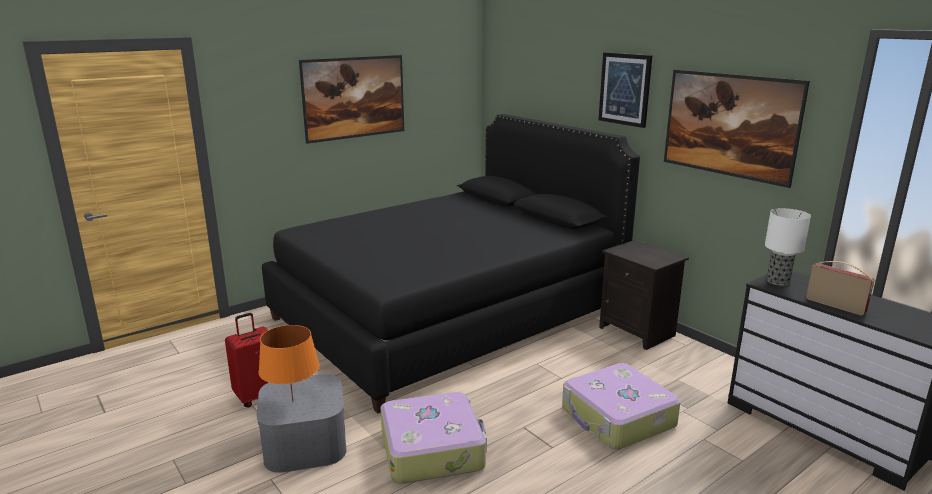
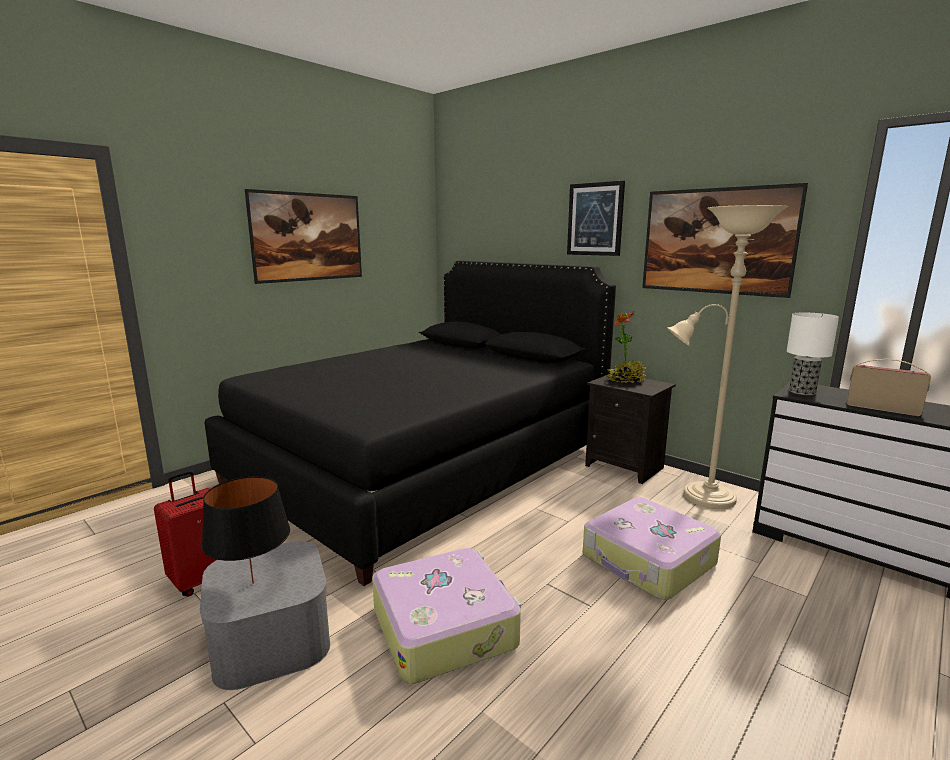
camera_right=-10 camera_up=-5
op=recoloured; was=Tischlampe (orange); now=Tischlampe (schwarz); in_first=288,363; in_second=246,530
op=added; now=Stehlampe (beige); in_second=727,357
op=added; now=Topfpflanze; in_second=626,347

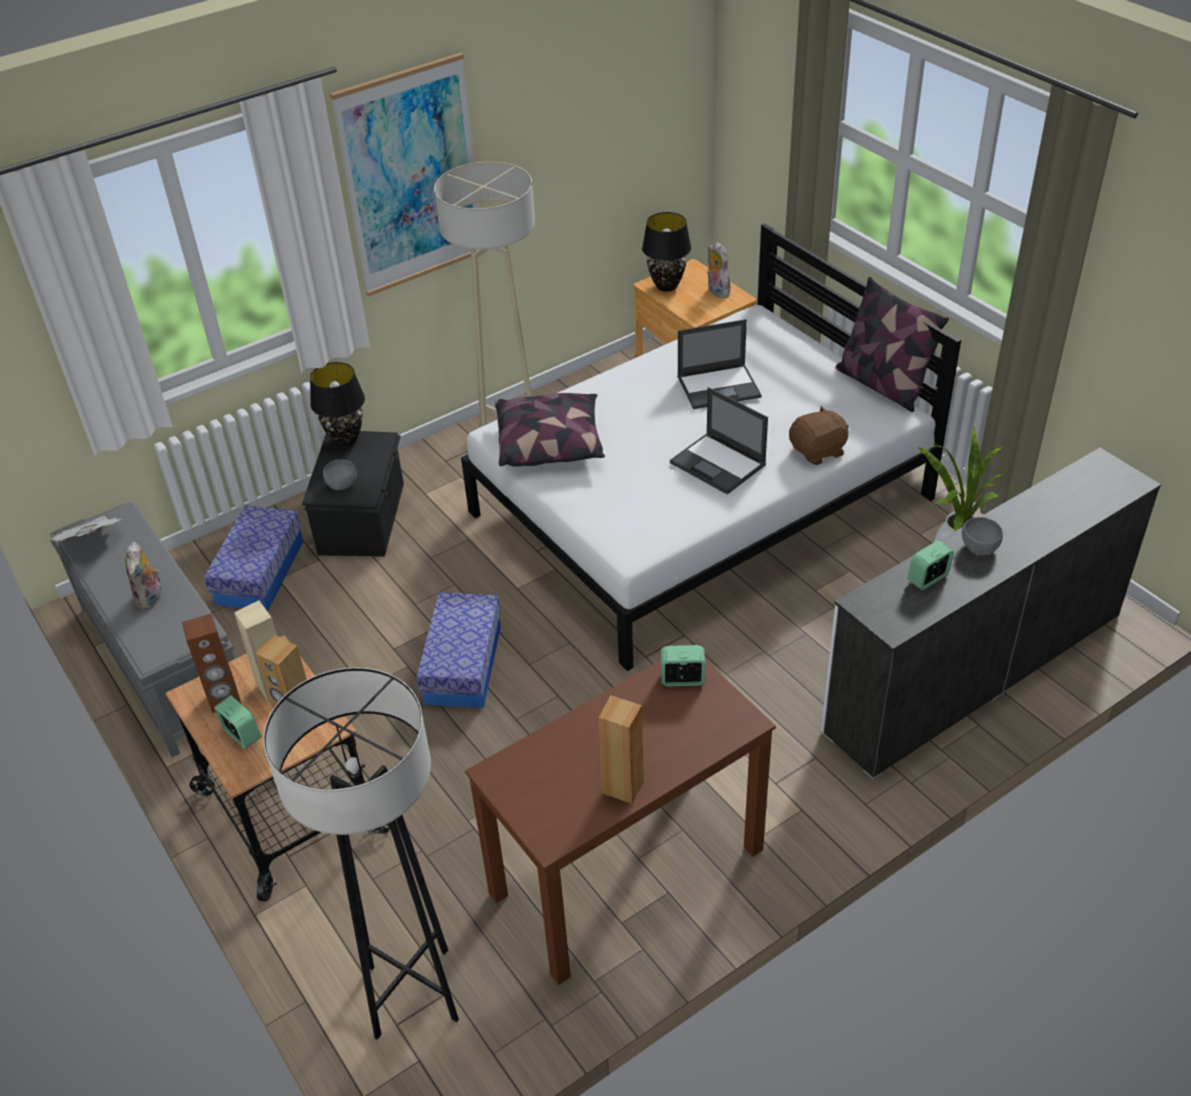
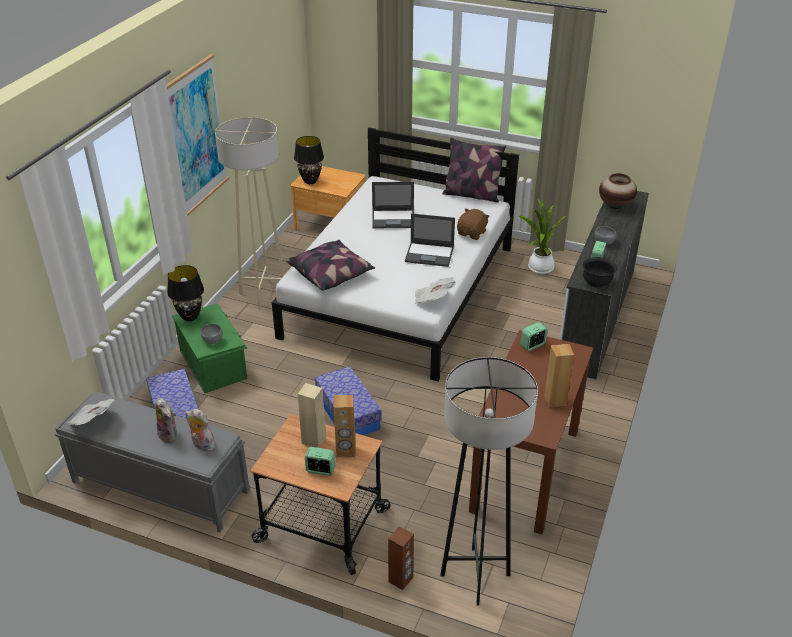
camera_right=-35 camera_up=-5
op=moved; was=Plüschtier; in_first=719,270; in_second=200,430
op=turned; was=Laptop; in_first=719,364; in_second=393,205; clockwise=45
op=recoloured; was=Aufbewahrungsbox (schwarz); now=Aufbewahrungsbox (grün); in_first=353,494; in_second=210,348
op=moved; was=Lautsprecher (braun); in_first=211,663; in_second=401,558
op=added; now=Vase; in_second=618,191
op=added; now=Schüssel (schwarz); in_second=600,272
op=added; now=Zeitung; in_second=435,290

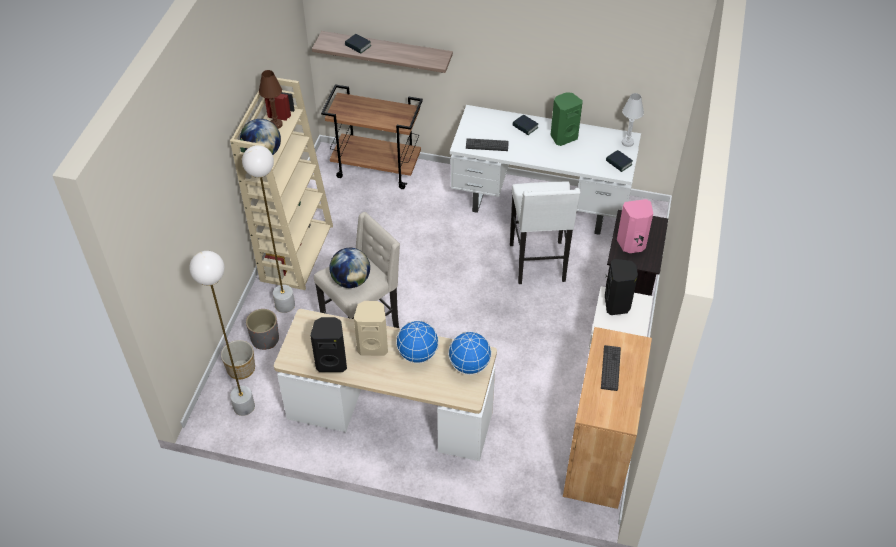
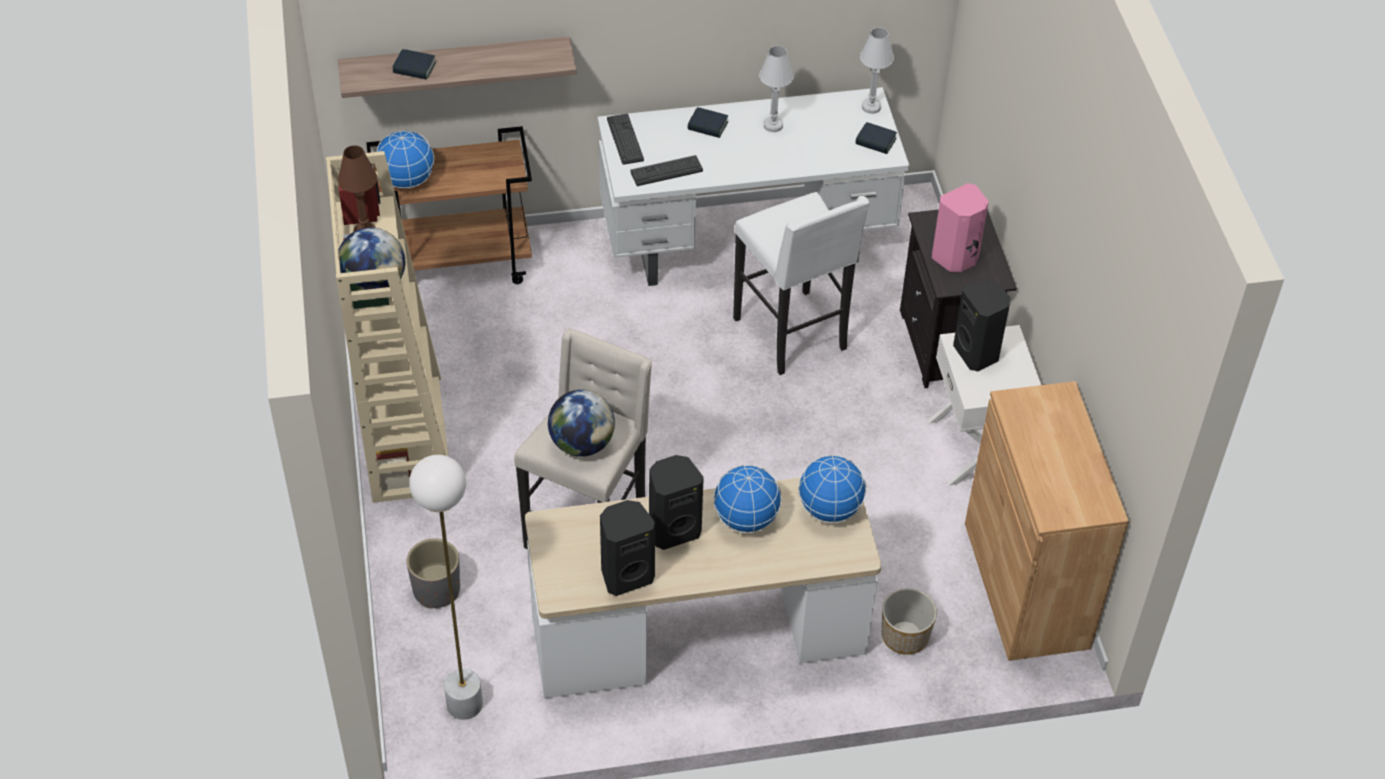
camera_right=-25 camera_up=0
op=replaced; was=Lautsprecher (grün); now=Tischlampe (weiß); in_first=566,119; in_second=776,89
op=removed; was=Stehlampe (weiß); in_first=268,229
op=recoloured; was=Lautsprecher (beige); now=Lautsprecher (schwarz); in_first=371,328; in_second=676,502
op=moved; was=Pflanzkübel; in_first=238,360; in_second=909,621
op=moved; was=Tastatur; in_first=611,368; in_second=625,139
op=added; now=Globus; in_second=405,159

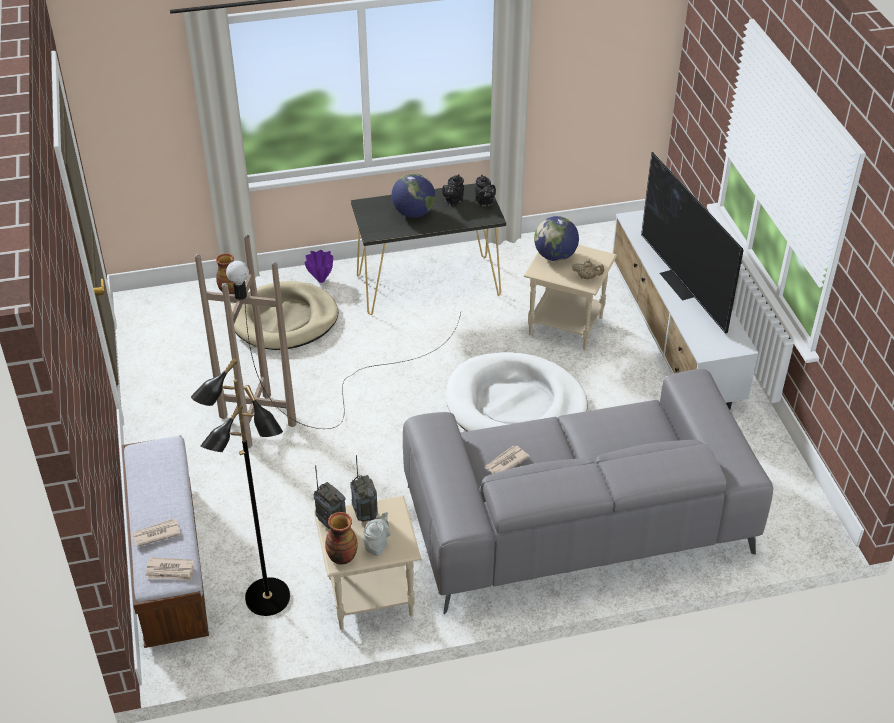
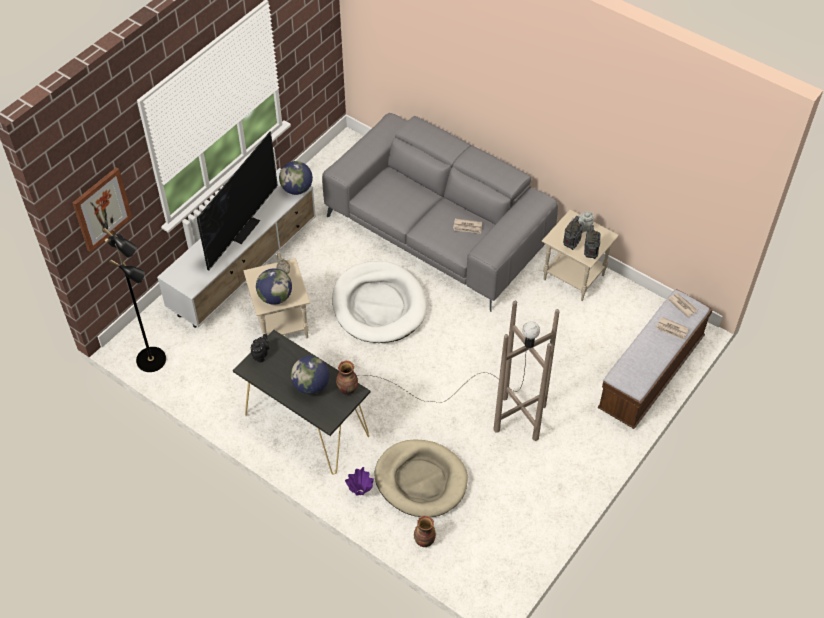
camera_right=-130 camera_up=10
op=removed; was=Teekanne (schwarz); in_first=453,190
op=moved; was=Stehlampe (schwarz); in_first=240,487; in_second=134,300
op=moved; was=Vase; in_first=341,538; in_second=347,378
op=added; now=Globus; in_second=296,178
op=added; now=Bild; in_second=102,209

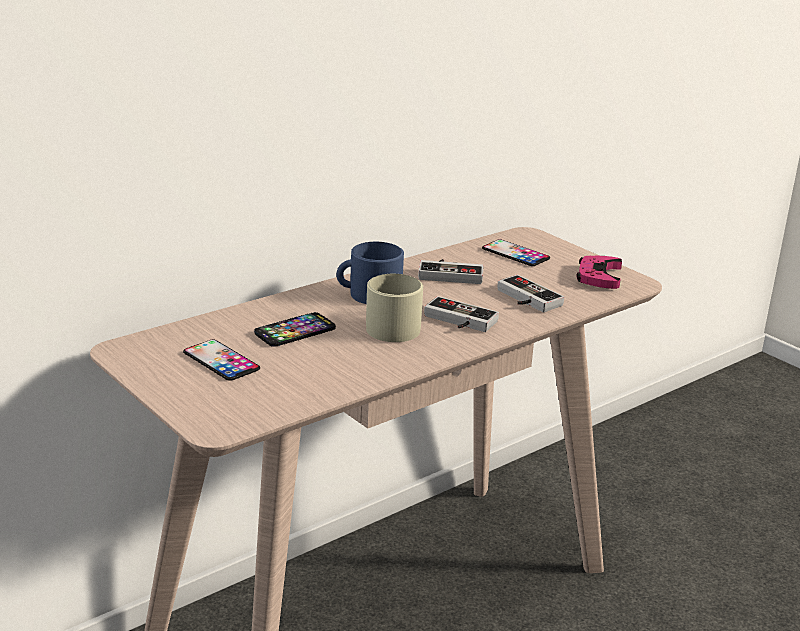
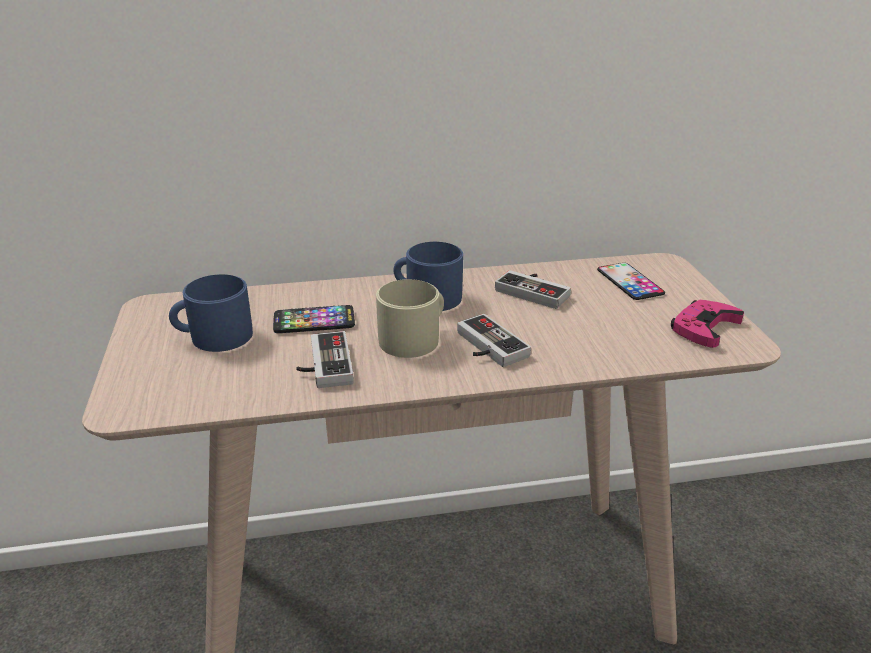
camera_right=30 camera_up=5
op=moved; was=Gamepad; in_first=530,293; in_second=325,359
op=replaced; was=Handy; now=Henkelbecher (blau); in_first=221,360; in_second=211,313

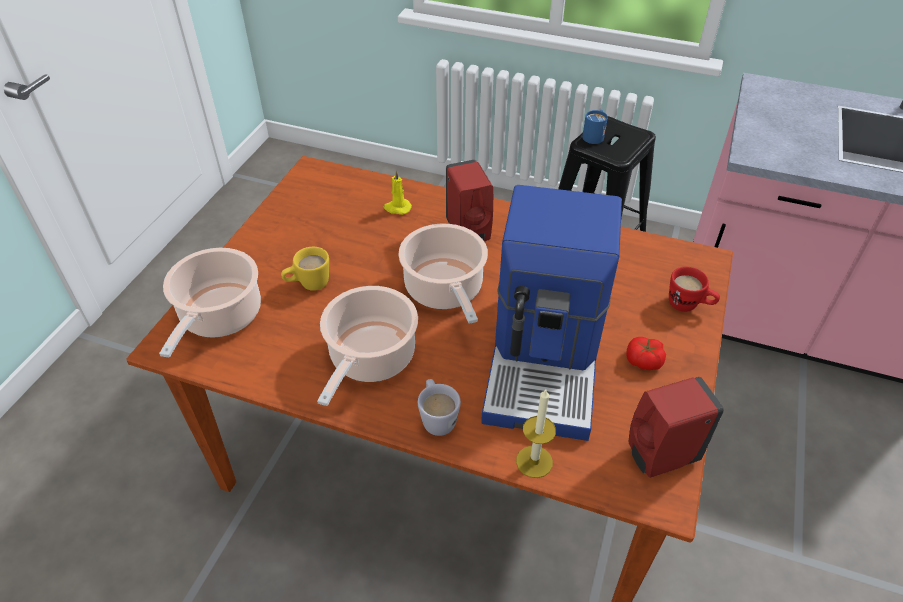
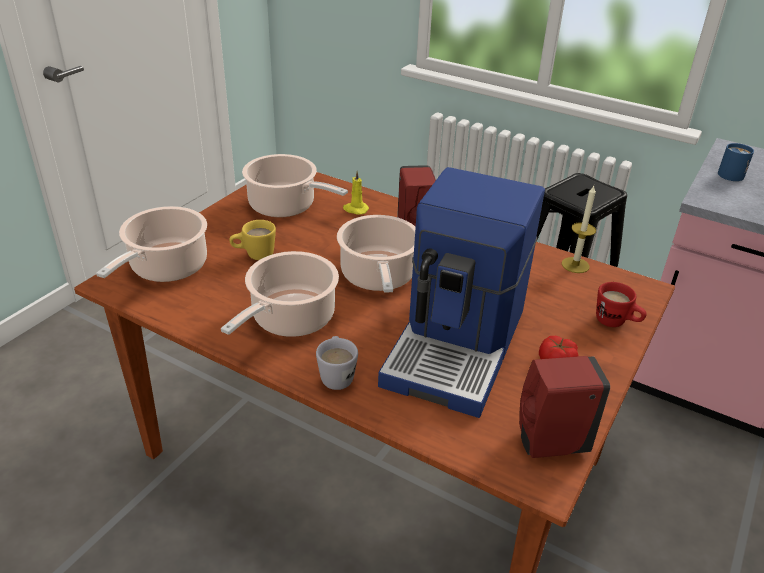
camera_right=10 camera_up=-10
op=moved; was=Henkelbecher (blau); in_first=595,127; in_second=736,162
op=moved; was=Kerze; in_first=536,433; in_second=579,229
op=added; now=Kochtopf; in_second=295,185

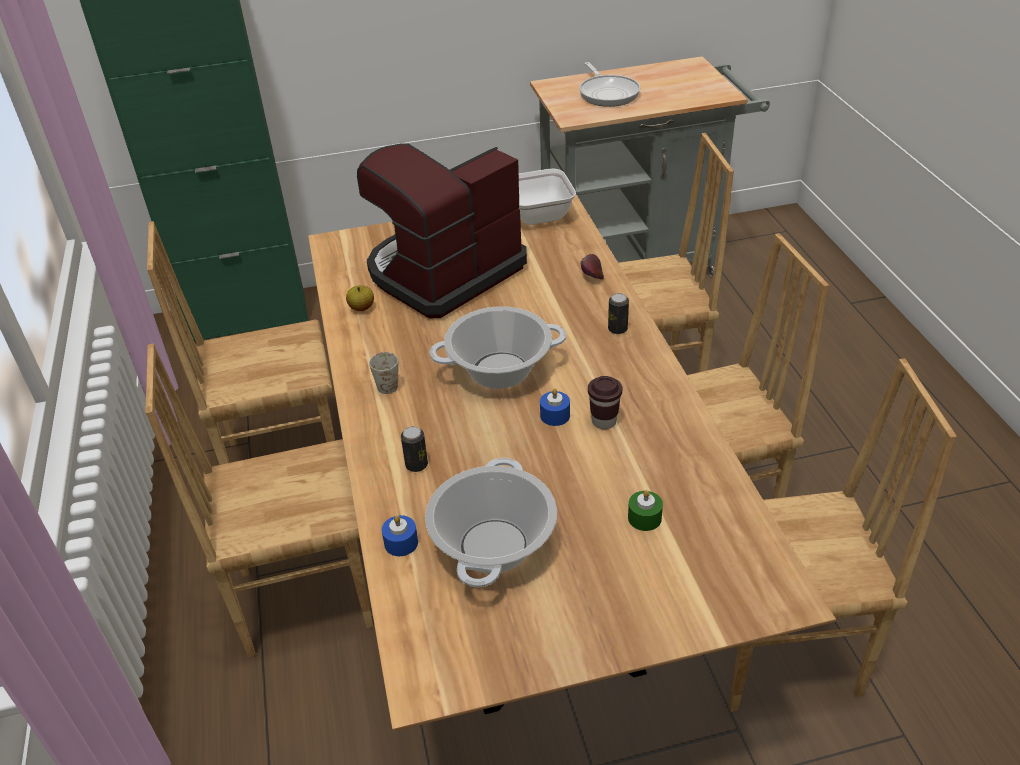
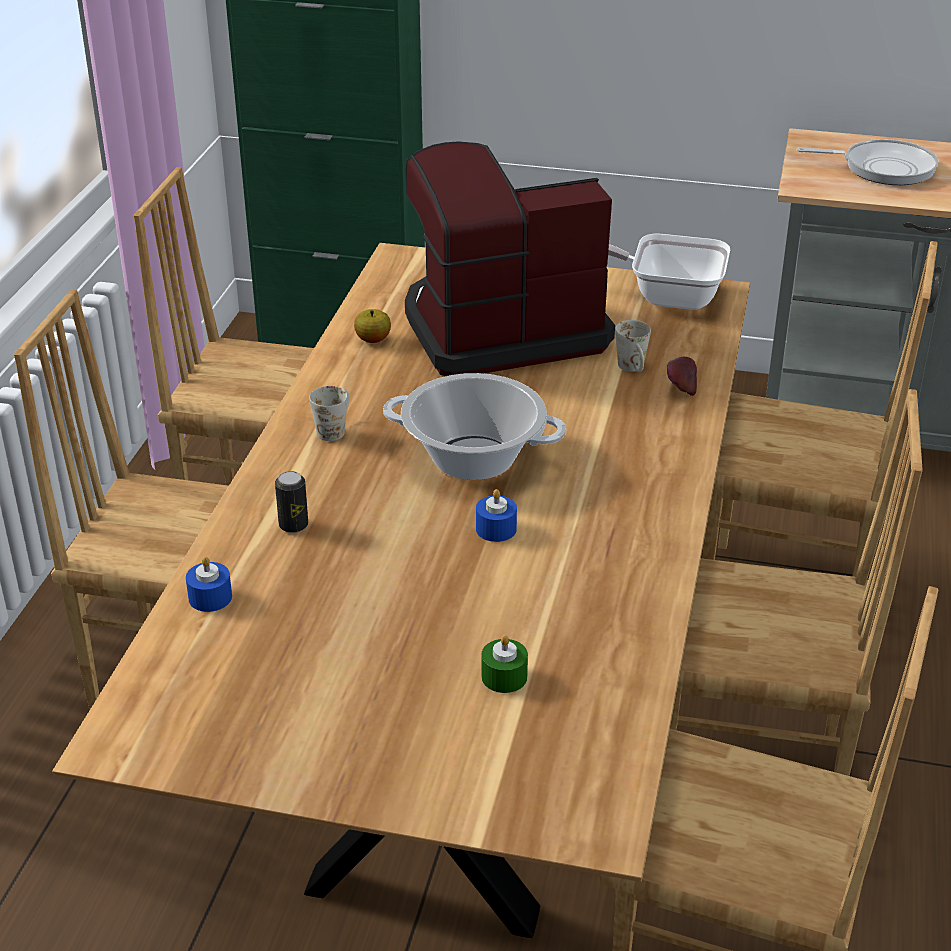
camera_right=25 camera_up=-5
op=turned; was=Pfanne; in_first=609,84; in_second=867,162; clockwise=-90
op=removed; was=Dose; in_first=618,313
op=removed; was=Tasse (braun); in_first=605,402
op=removed; was=Kochtopf; in_first=491,522
op=added; now=Henkelbecher (weiß); in_second=633,346

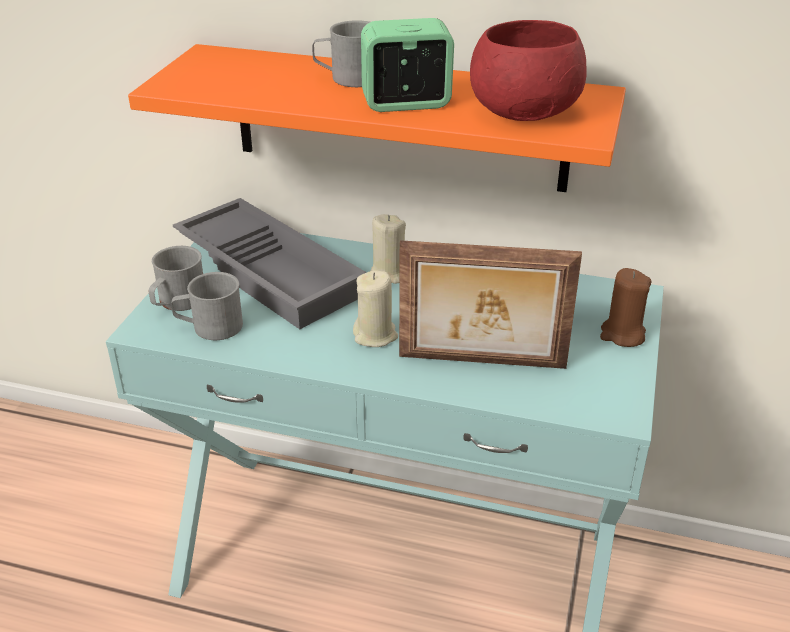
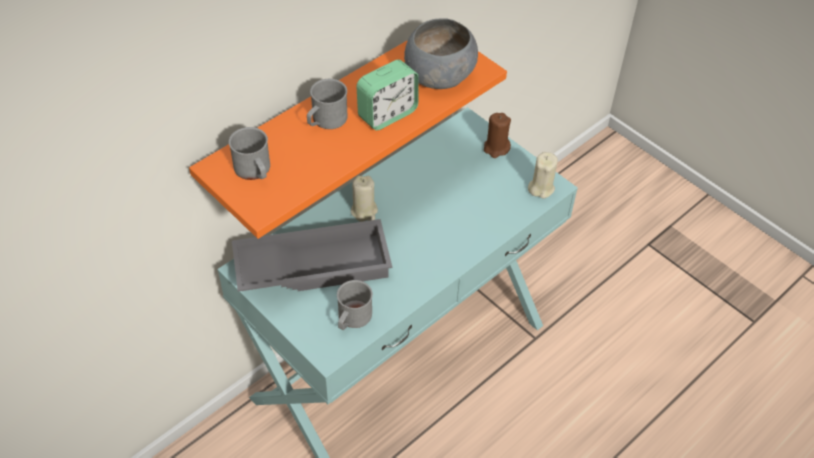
camera_right=-60 camera_up=15
op=turned; was=Wecker; in_first=407,65; in_second=387,95; clockwise=-150
op=recoloured; was=Schüssel (rot); now=Schüssel (grau); in_first=528,70; in_second=441,53
op=removed; was=Bilderrahmen; in_first=490,304
op=moved; was=Henkelbecher (grau); in_first=176,278; in_second=249,153
op=moved; was=Kerze (beige); in_first=375,308; in_second=543,175

